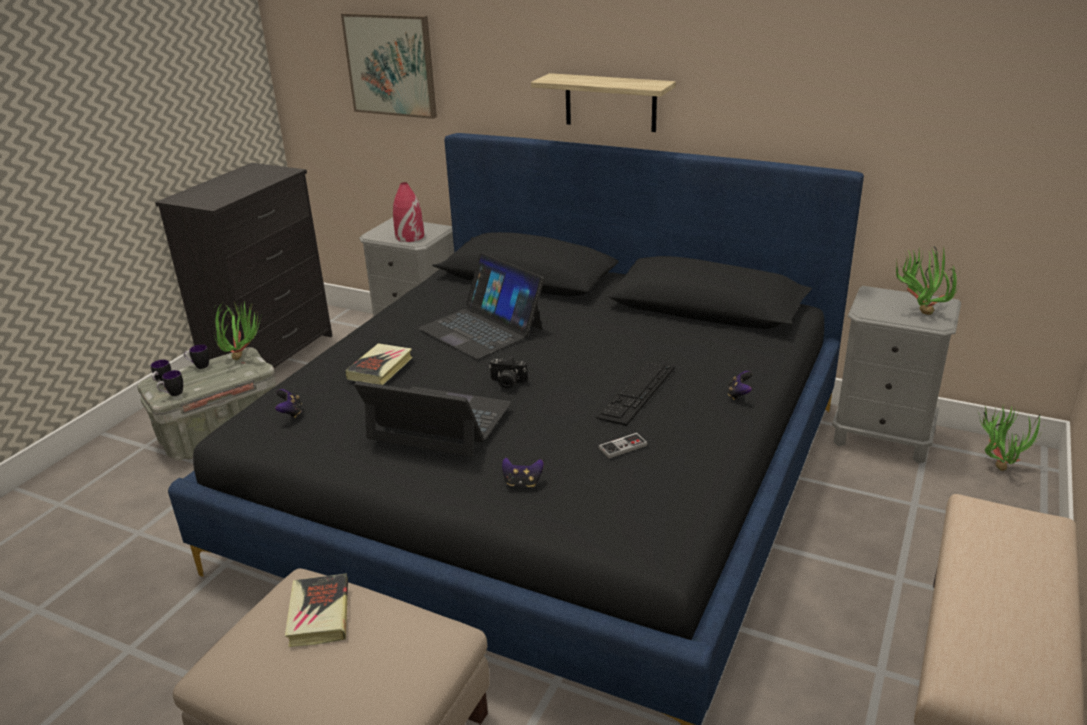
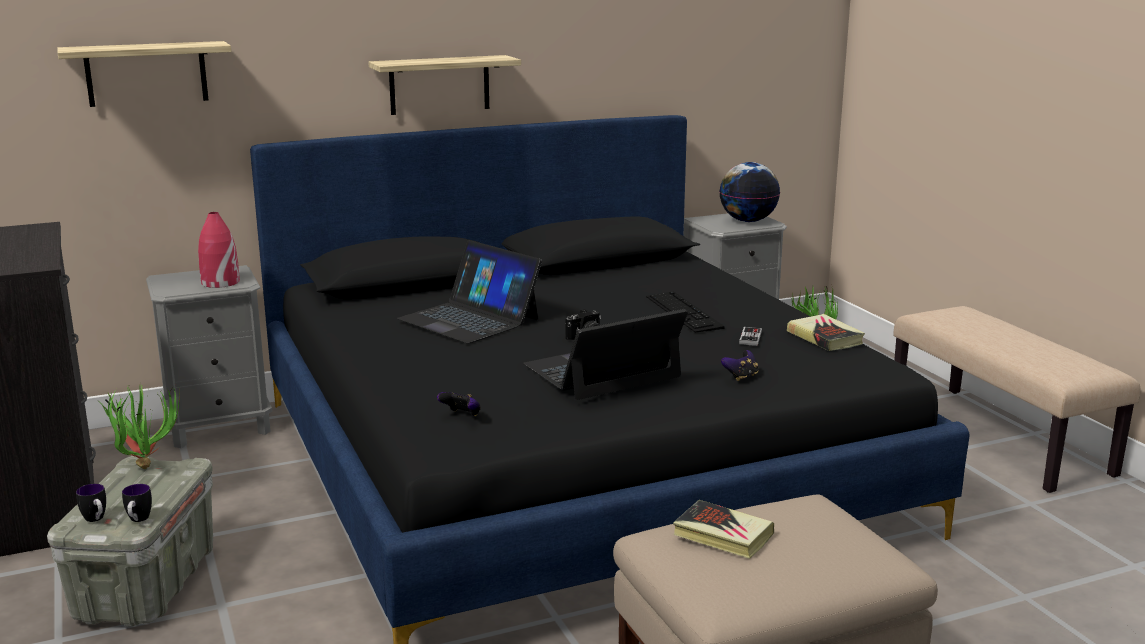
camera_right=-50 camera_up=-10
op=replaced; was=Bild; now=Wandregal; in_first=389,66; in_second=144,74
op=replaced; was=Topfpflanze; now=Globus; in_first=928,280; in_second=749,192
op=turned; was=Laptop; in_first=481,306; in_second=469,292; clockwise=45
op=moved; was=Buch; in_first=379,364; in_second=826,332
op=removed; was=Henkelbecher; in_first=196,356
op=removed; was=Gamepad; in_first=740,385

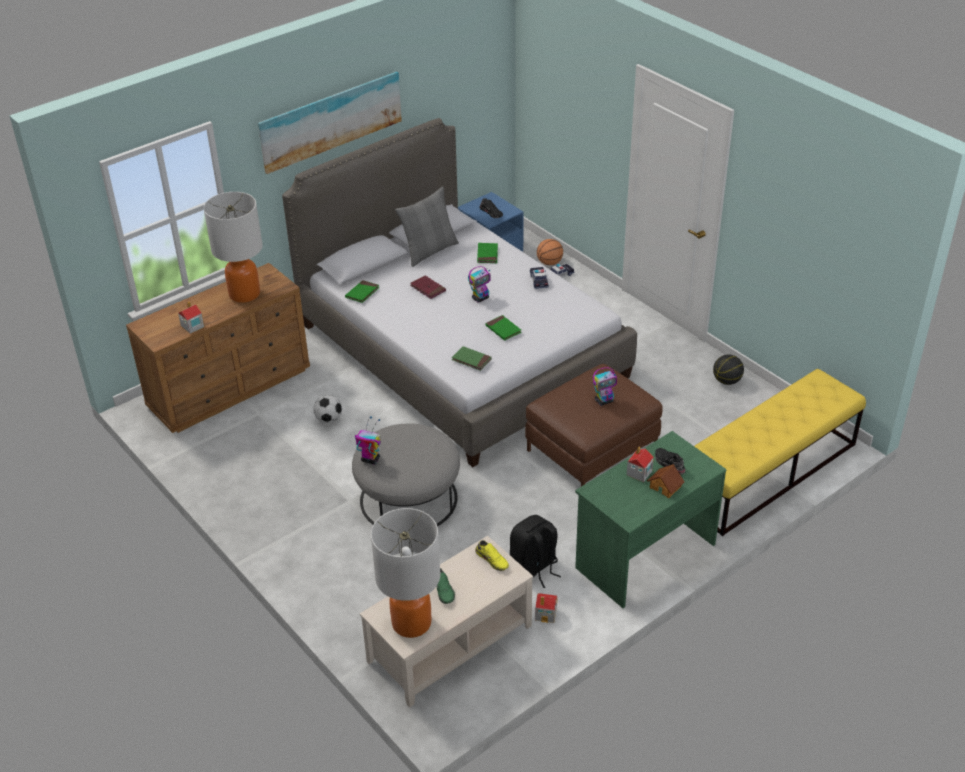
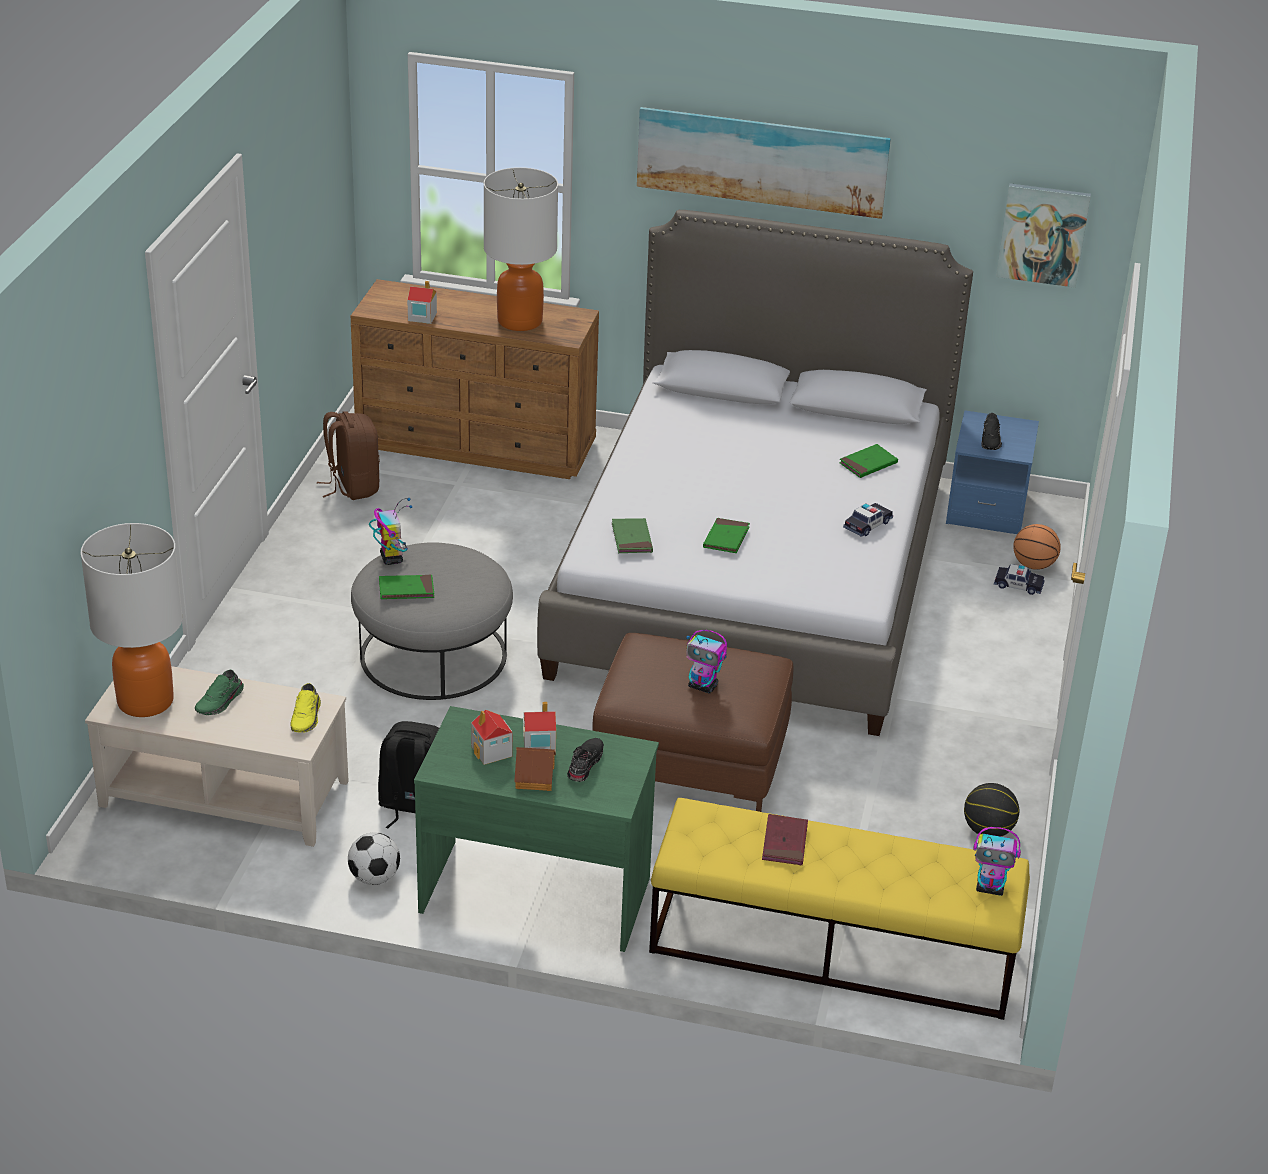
camera_right=50 camera_up=-5
op=removed; was=Kissen (grau); in_first=427,227
op=moved; was=Spielzeugroboter; in_first=479,284; in_second=997,861
op=moved; was=Buch (rot); in_first=428,287; in_second=785,839
op=moved; was=Buch (grün); in_first=362,291; in_second=406,586
op=moved; was=Fußball; in_first=327,409; in_second=374,858
op=moved; was=Spielzeughaus; in_first=546,608; in_second=491,737
op=added; now=Bild; in_second=1043,235
op=added; now=Rucksack (braun); in_second=348,455

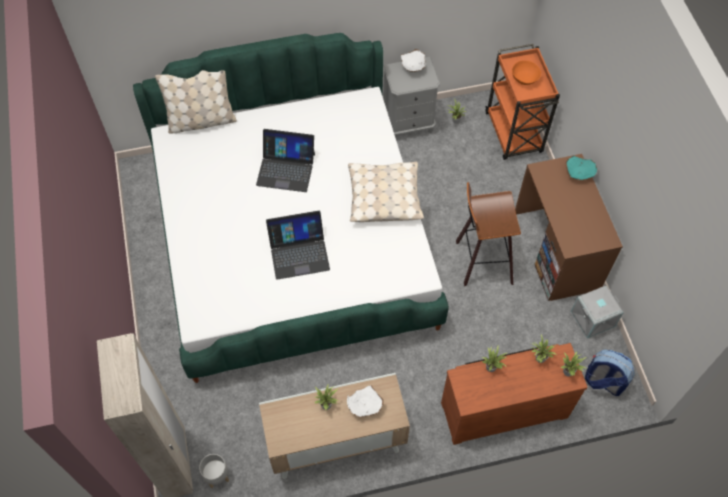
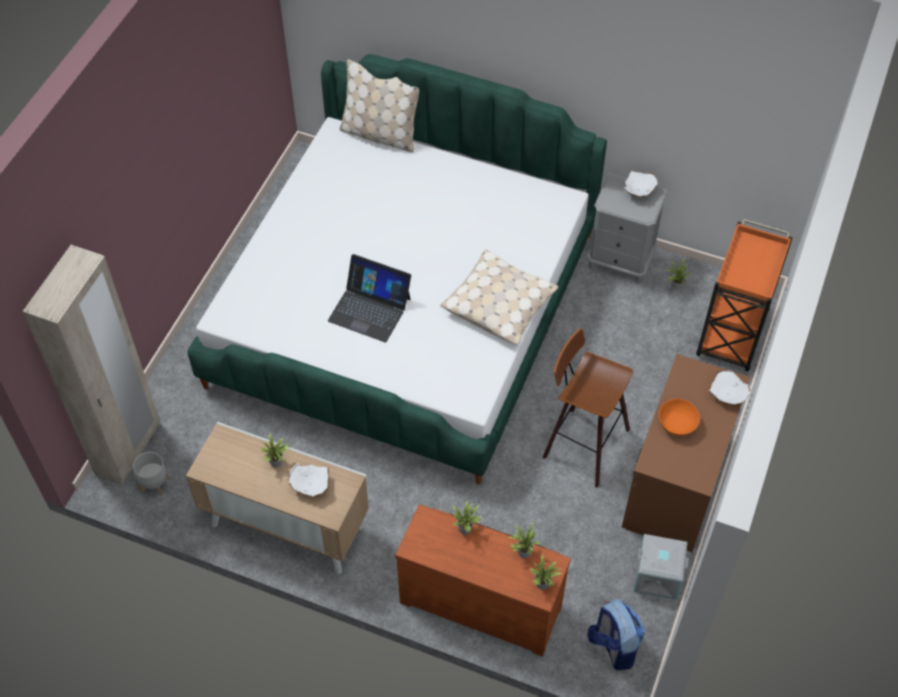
camera_right=35 camera_up=-5
op=moved; was=Schüssel (orange); in_first=526,72; in_second=679,417
op=removed; was=Laptop; in_first=285,160
op=recoloured; was=Schüssel (türkis); now=Schüssel (weiß); in_first=581,168; in_second=730,387

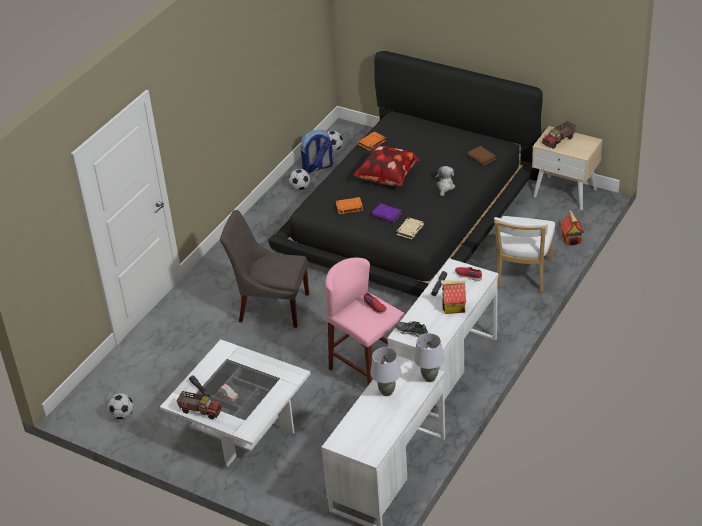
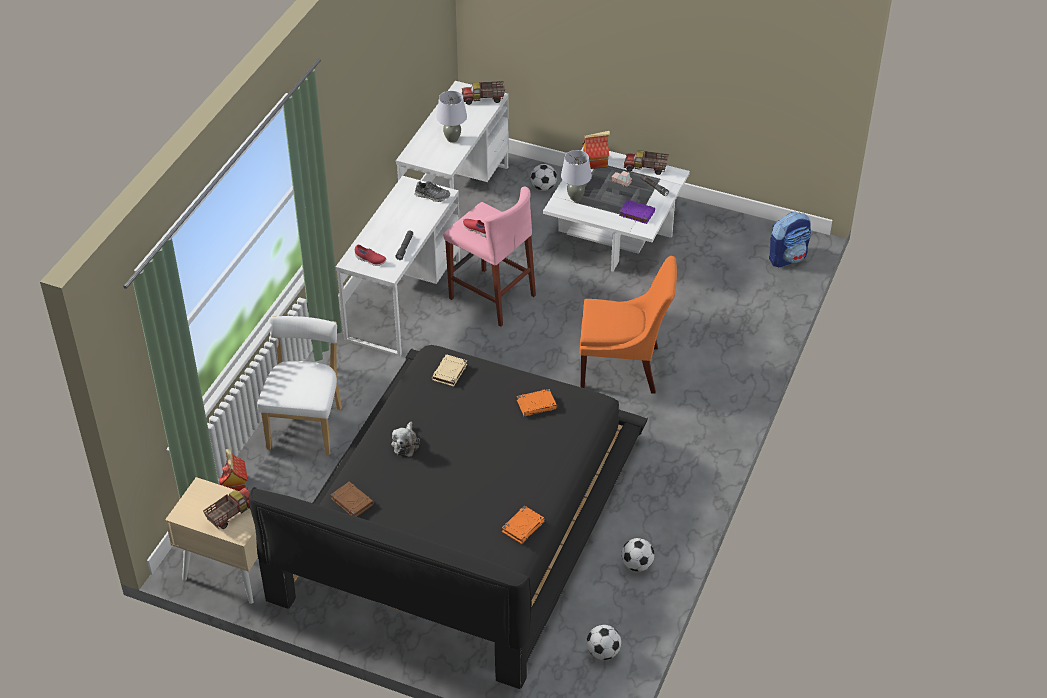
camera_right=170 camera_up=5
op=moved; was=Rucksack; in_first=317,151; in_second=790,239
op=removed; was=Kissen; in_first=387,165
op=moved; was=Buch (lila); in_first=386,213; in_second=637,212
op=recoloured; was=Stuhl (grau); now=Stuhl (orange); in_first=264,269; in_second=628,325
op=moved; was=Spielzeughaus; in_first=453,297; in_second=596,150
op=moved; was=Tischlampe (grau); in_first=429,357; in_second=576,175
op=moved; was=Fußball; in_first=120,406; in_second=543,177
op=added; now=Spielzeuglaster; in_second=483,93

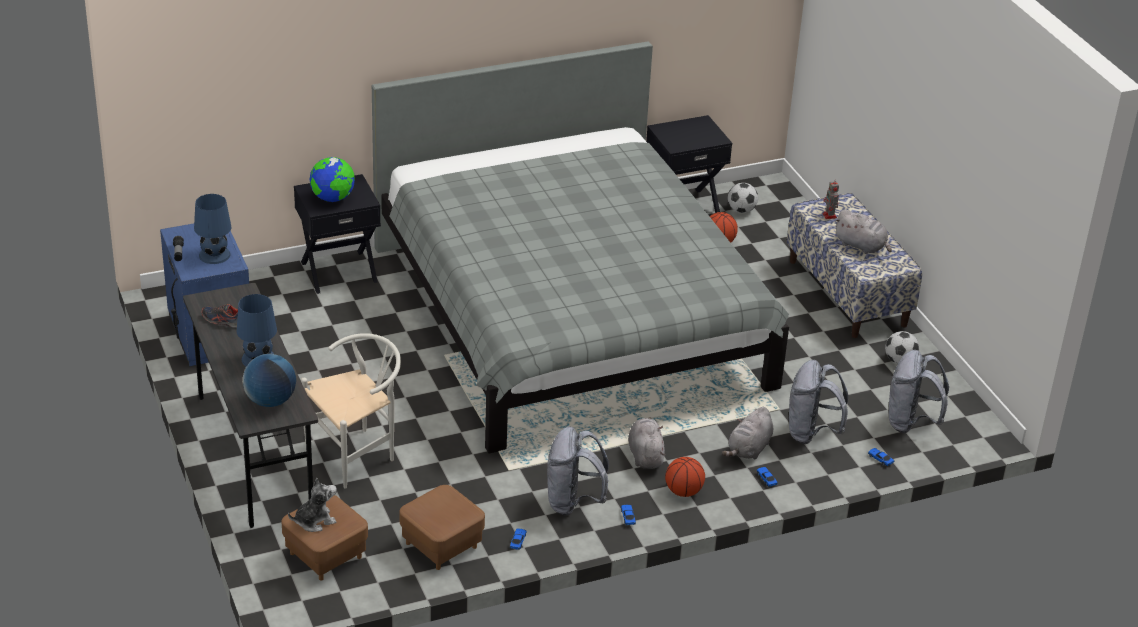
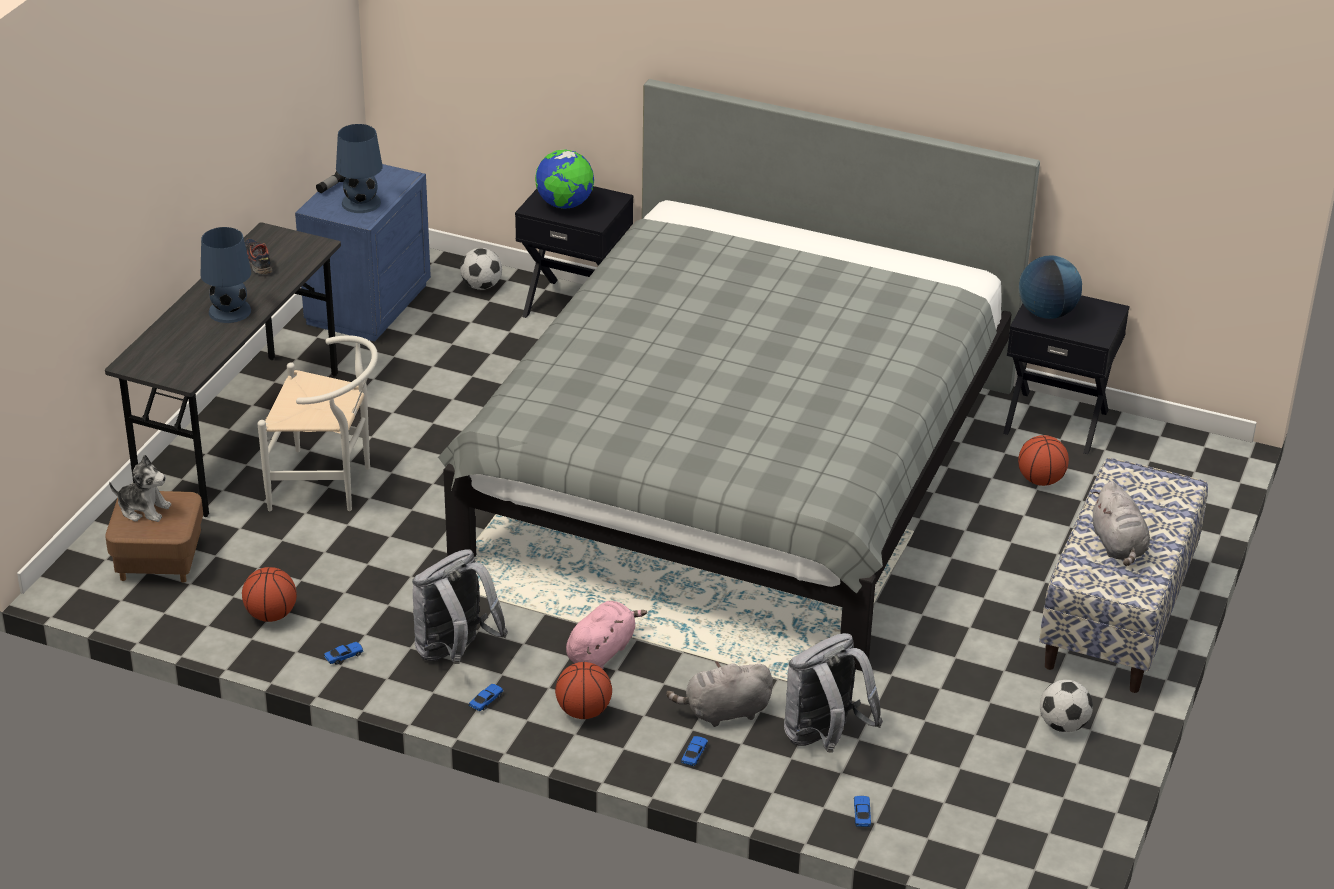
camera_right=45 camera_up=0
op=removed; was=Spielzeugroboter; in_first=831,199
op=moved; was=Fußball; in_first=743,198; in_second=481,269
op=removed; was=Rucksack (grau); in_first=919,391
op=moved; was=Globus; in_first=269,380; in_second=1050,287
op=recoloured; was=Plüschtier (grau); now=Plüschtier (rosa); in_first=647,443; in_second=606,635
op=replaced; was=Polsterhocker (braun); now=Basketball; in_first=442,527; in_second=269,594

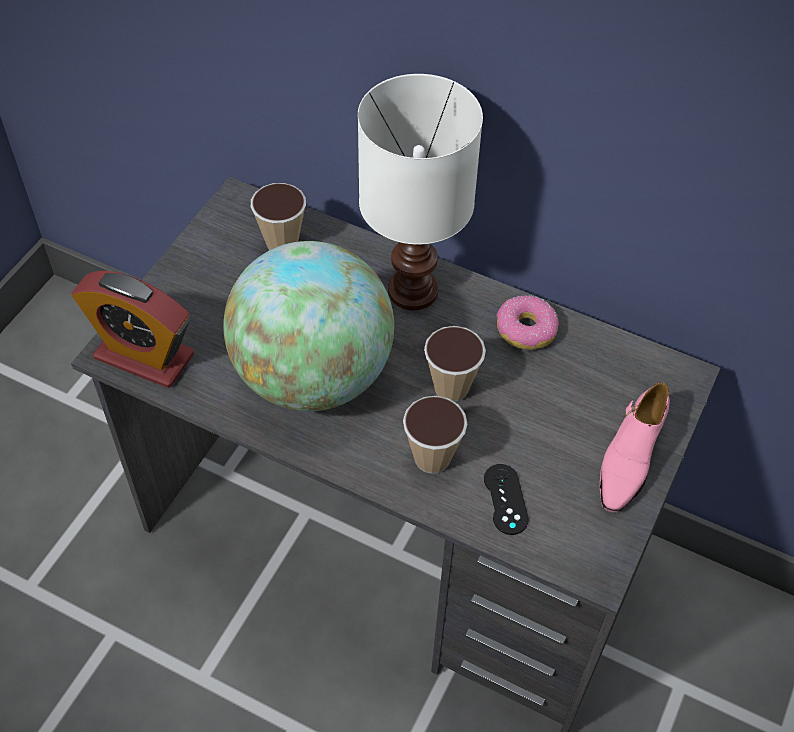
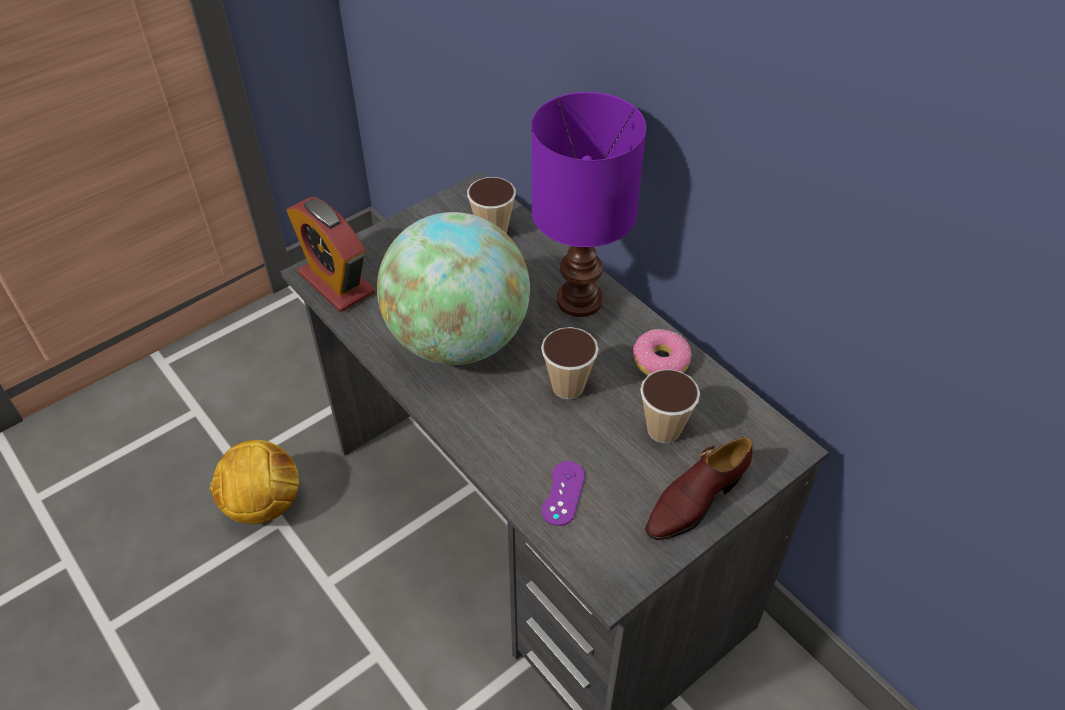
camera_right=25 camera_up=-5
op=recoloured; was=Tischlampe (weiß); now=Tischlampe (lila); in_first=420,192; in_second=588,204
op=recoloured; was=Schuh (rosa); now=Schuh (braun); in_first=635,447; in_second=699,488
op=moved; was=Tasse; in_first=435,435; in_second=670,406
op=recoloured; was=Gamepad (schwarz); now=Gamepad (lila); in_first=506,499; in_second=563,493
op=added; now=Fußball; in_second=254,482

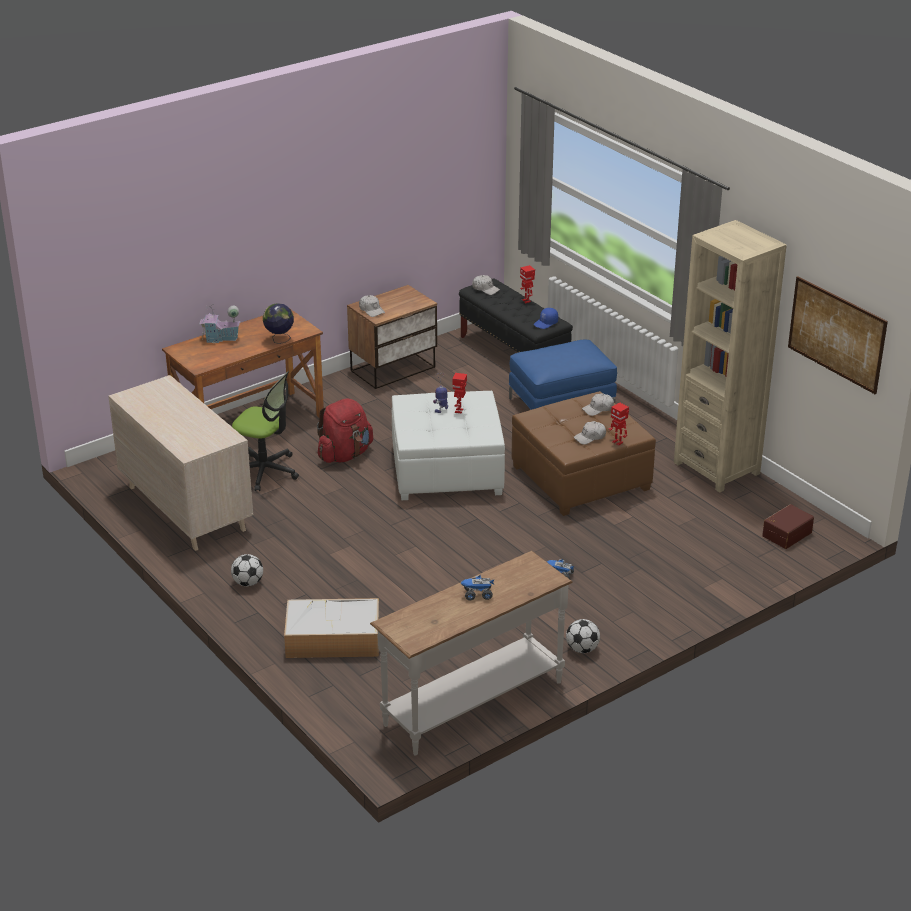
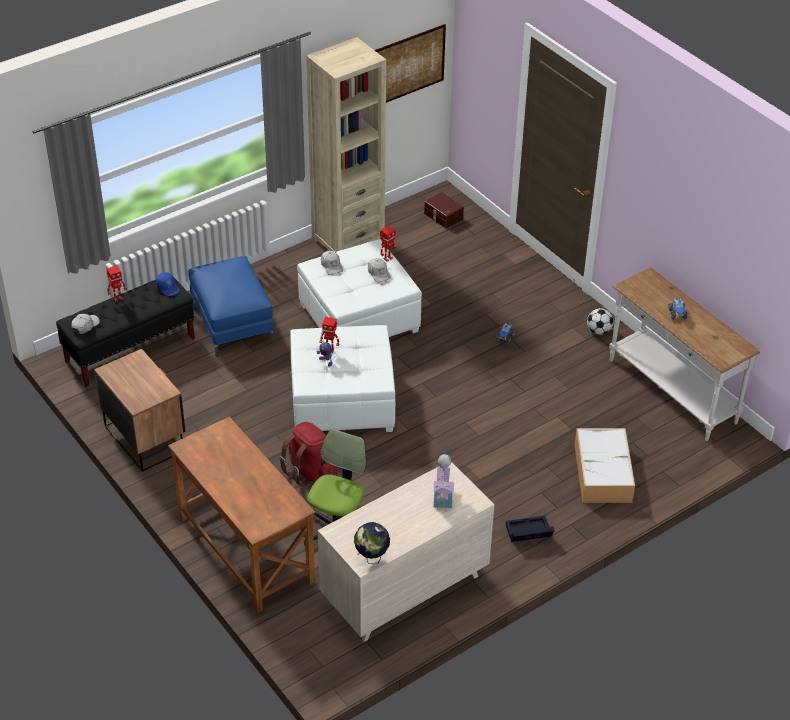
camera_right=-90 camera_up=10
op=removed; was=Kappe (weiß); in_first=372,306
op=moved; was=Globus; in_first=278,323; in_second=372,543
op=moved; was=Spielzeughaus; in_first=220,324; in_second=443,483
op=recoloured; was=Polsterhocker (braun); now=Polsterhocker (weiß); in_first=584,453; in_second=359,288
op=replaced; was=Fußball; now=Aufbewahrungsbox (schwarz); in_first=247,570; in_second=529,529

